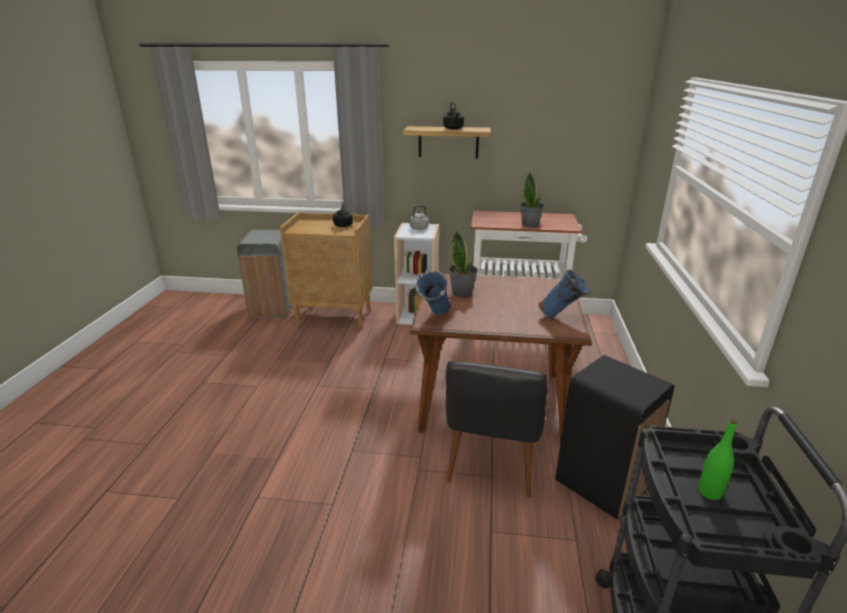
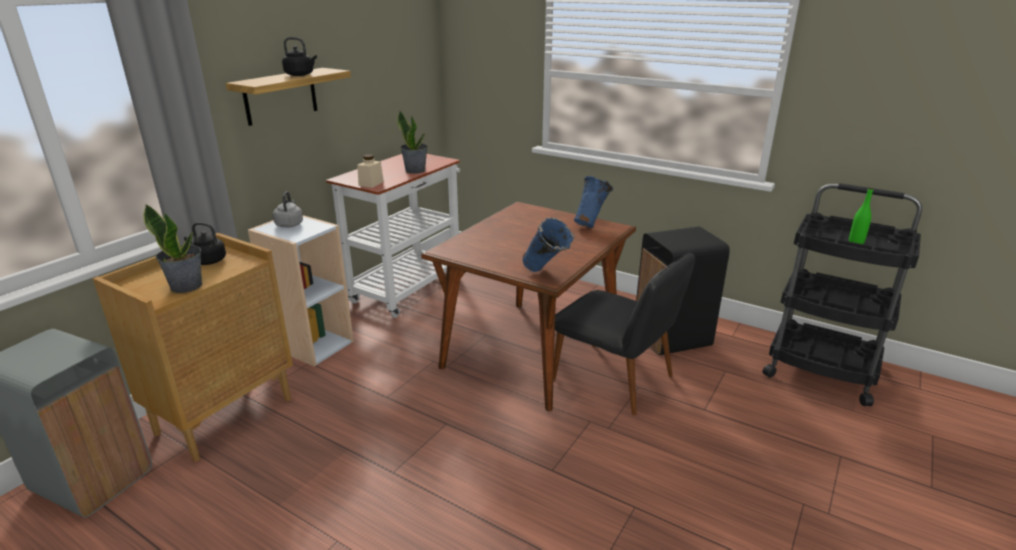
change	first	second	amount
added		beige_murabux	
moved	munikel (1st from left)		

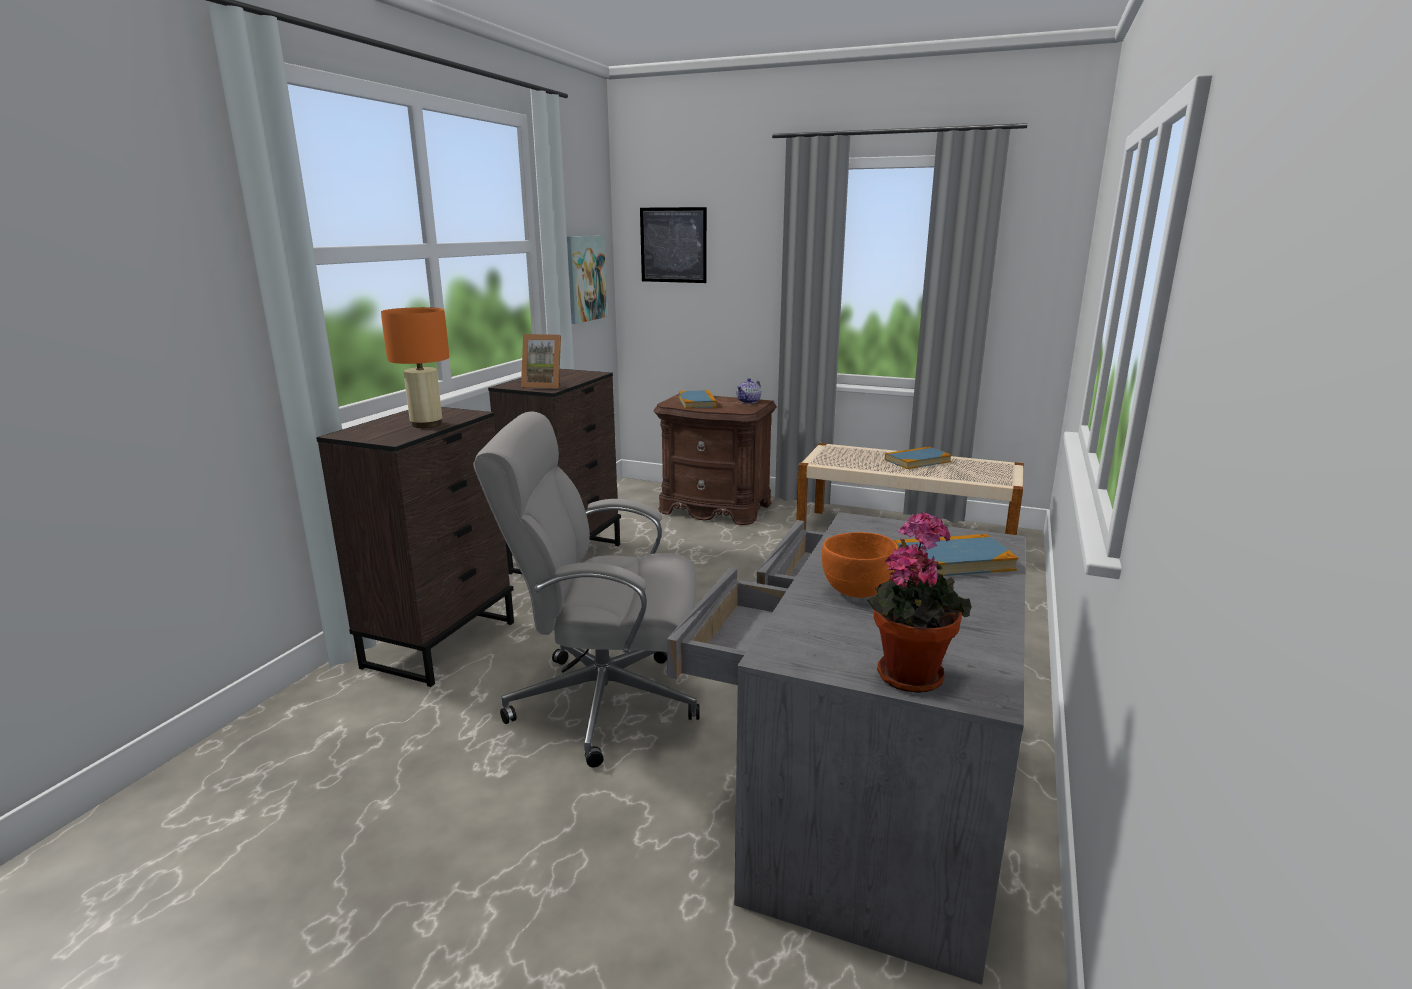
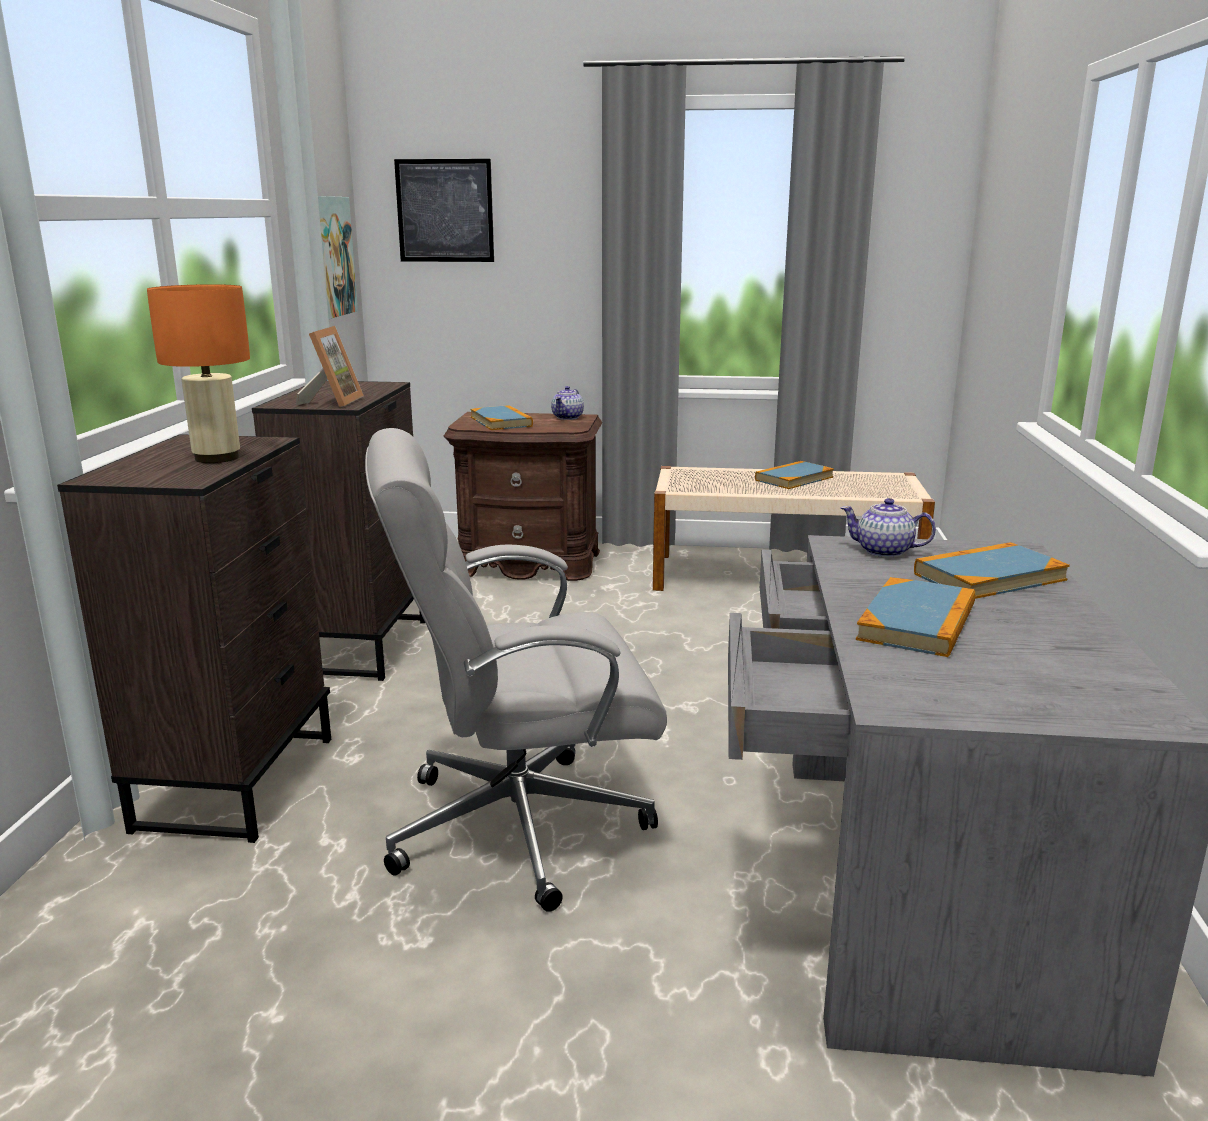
change	first	second	amount
removed	munikel		
added		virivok (2nd from left)	
replaced	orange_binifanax	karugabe (3rd from left)	
turned	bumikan		75 degrees counterclockwise

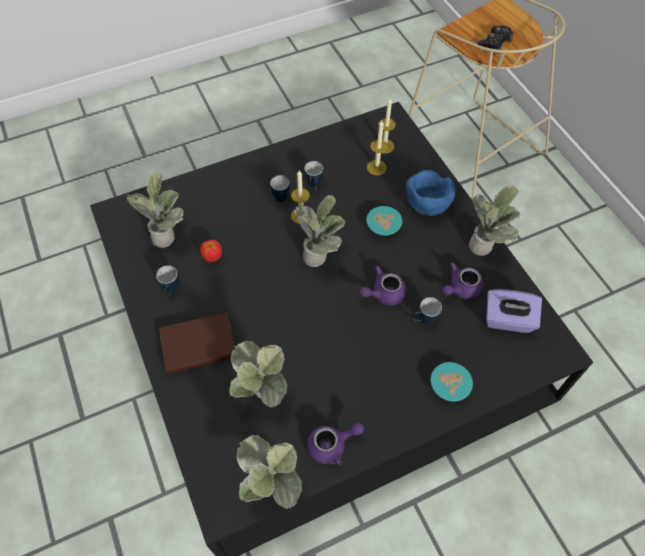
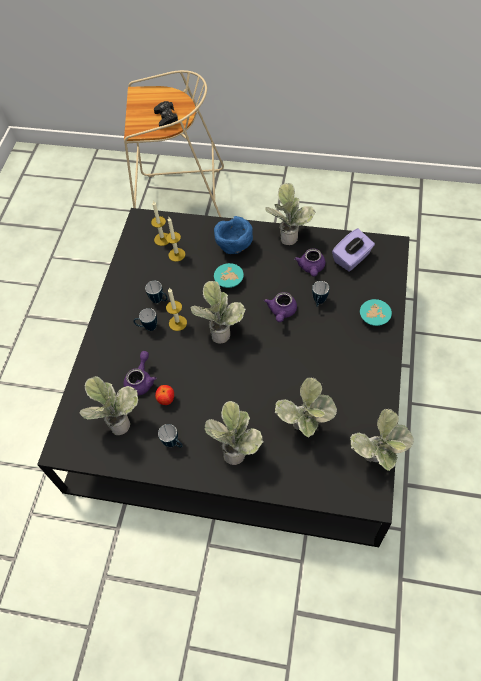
change	first	second	amount
moved	purple_virivok (1st from left)		
replaced	brown_karugabe	munikel (3rd from left)	

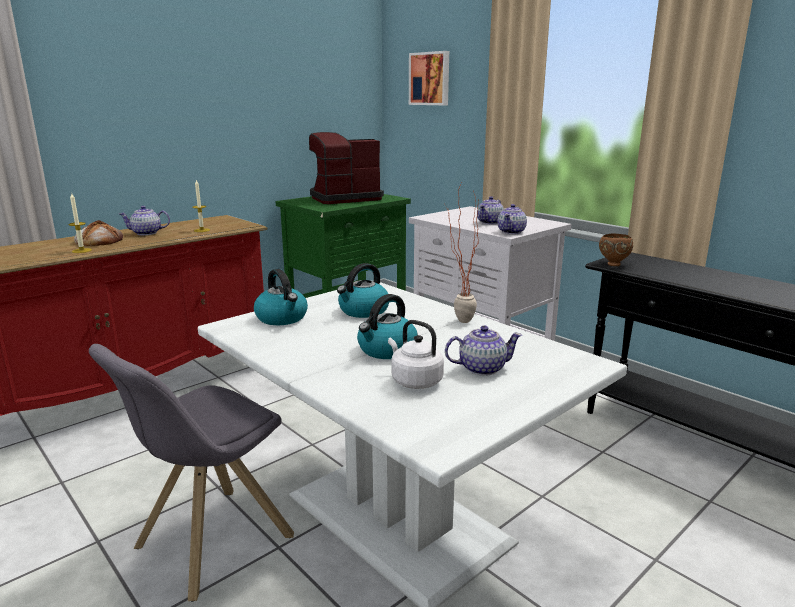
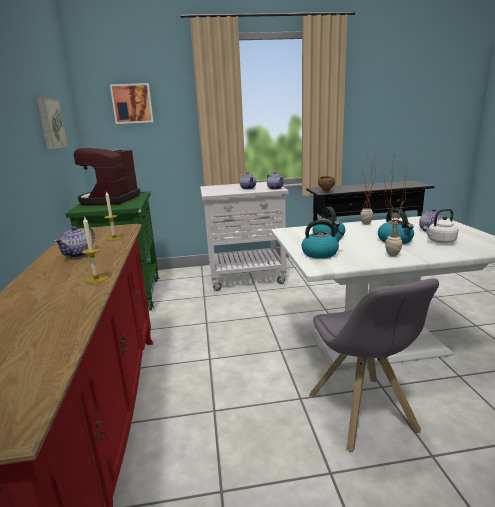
change	first	second	amount
removed	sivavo		
added		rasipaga (1st from left)	
added		munikel (2nd from left)	

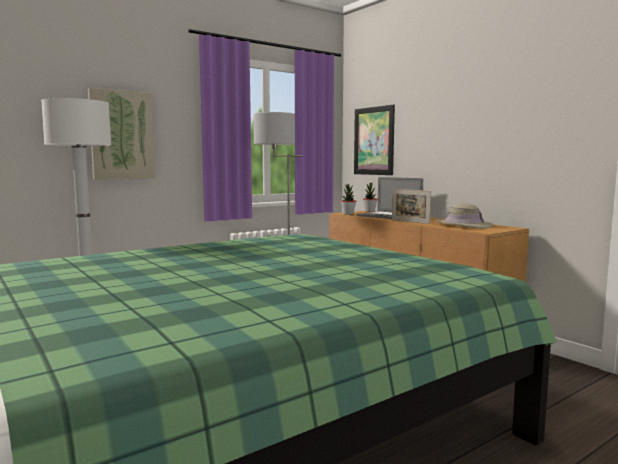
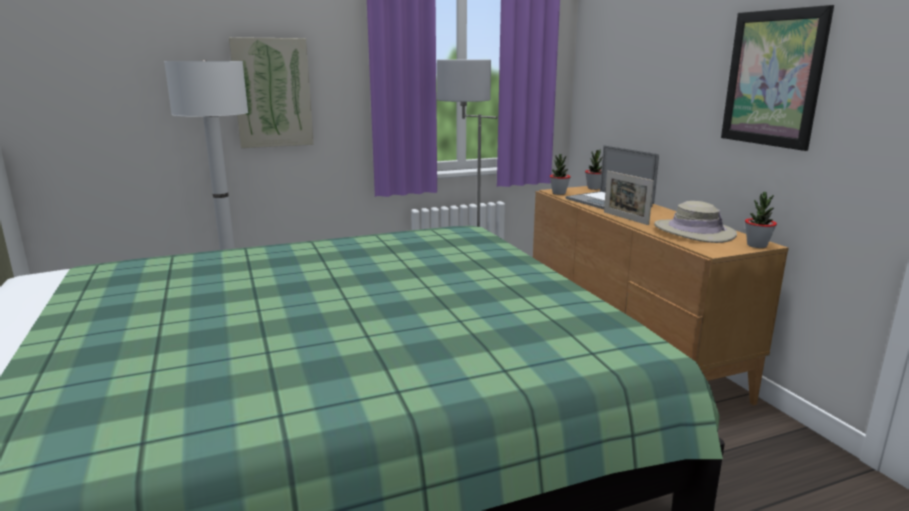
change	first	second	amount
added		munikel (3rd from left)	
moved	rasipaga (2nd from left)		

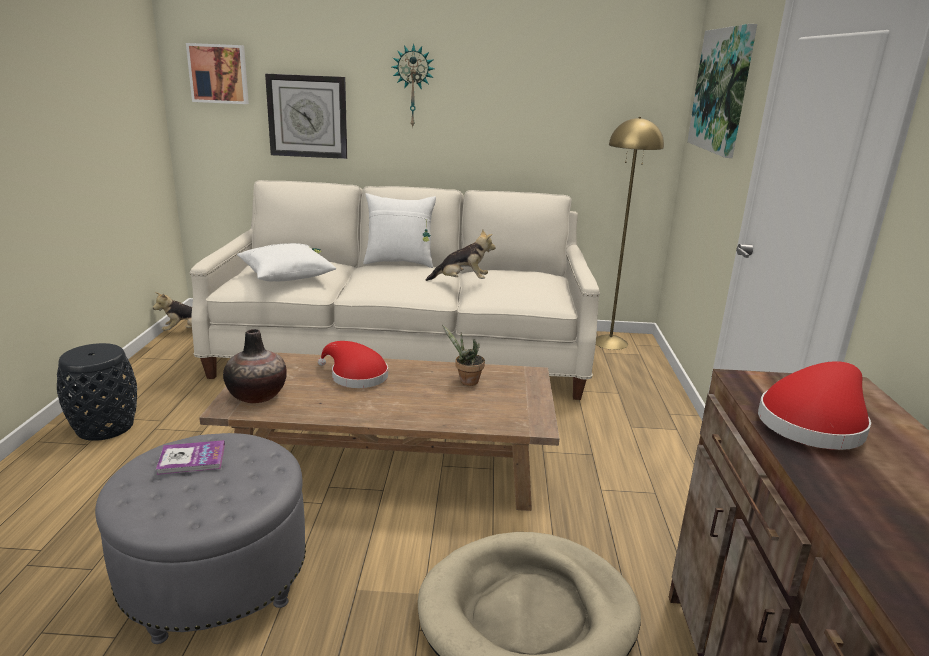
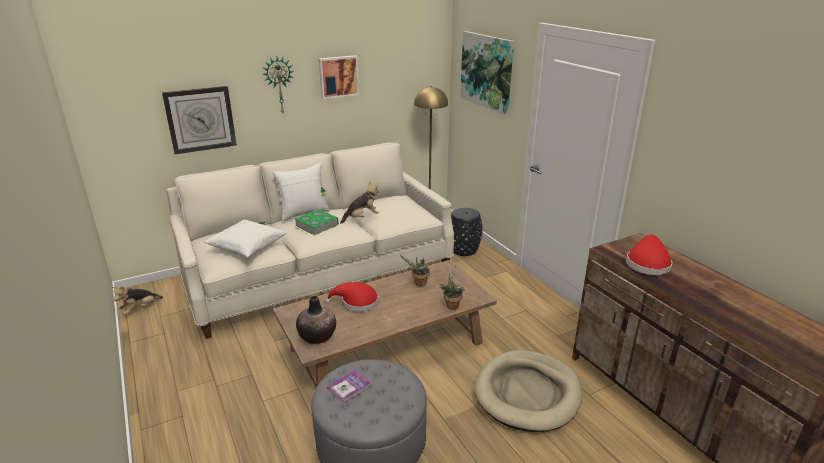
change	first	second	amount
added		karugabe (1st from left)	
added		munikel (2nd from left)	
moved	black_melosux		
moved	rasipaga (1st from left)		

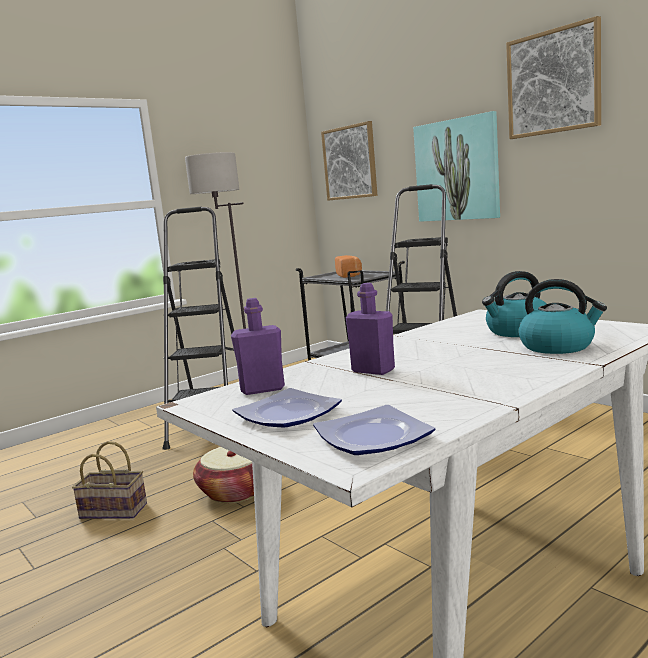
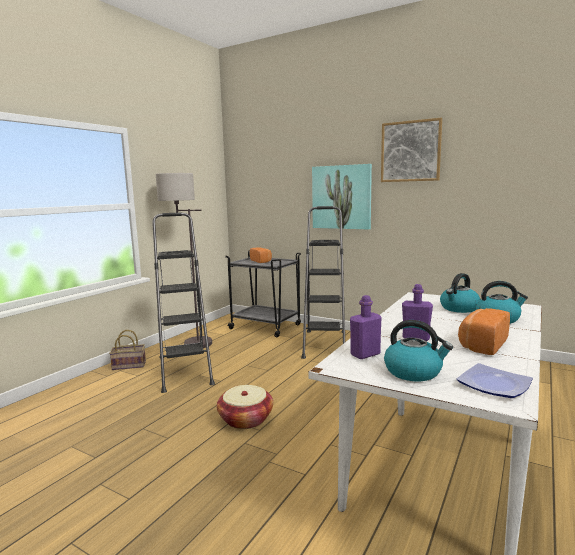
change	first	second	amount
removed	rasipaga (1st from left)		
added		sivavo (2nd from left)	
moved	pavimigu (1st from left)		
replaced	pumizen (1st from left)	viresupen (1st from left)	

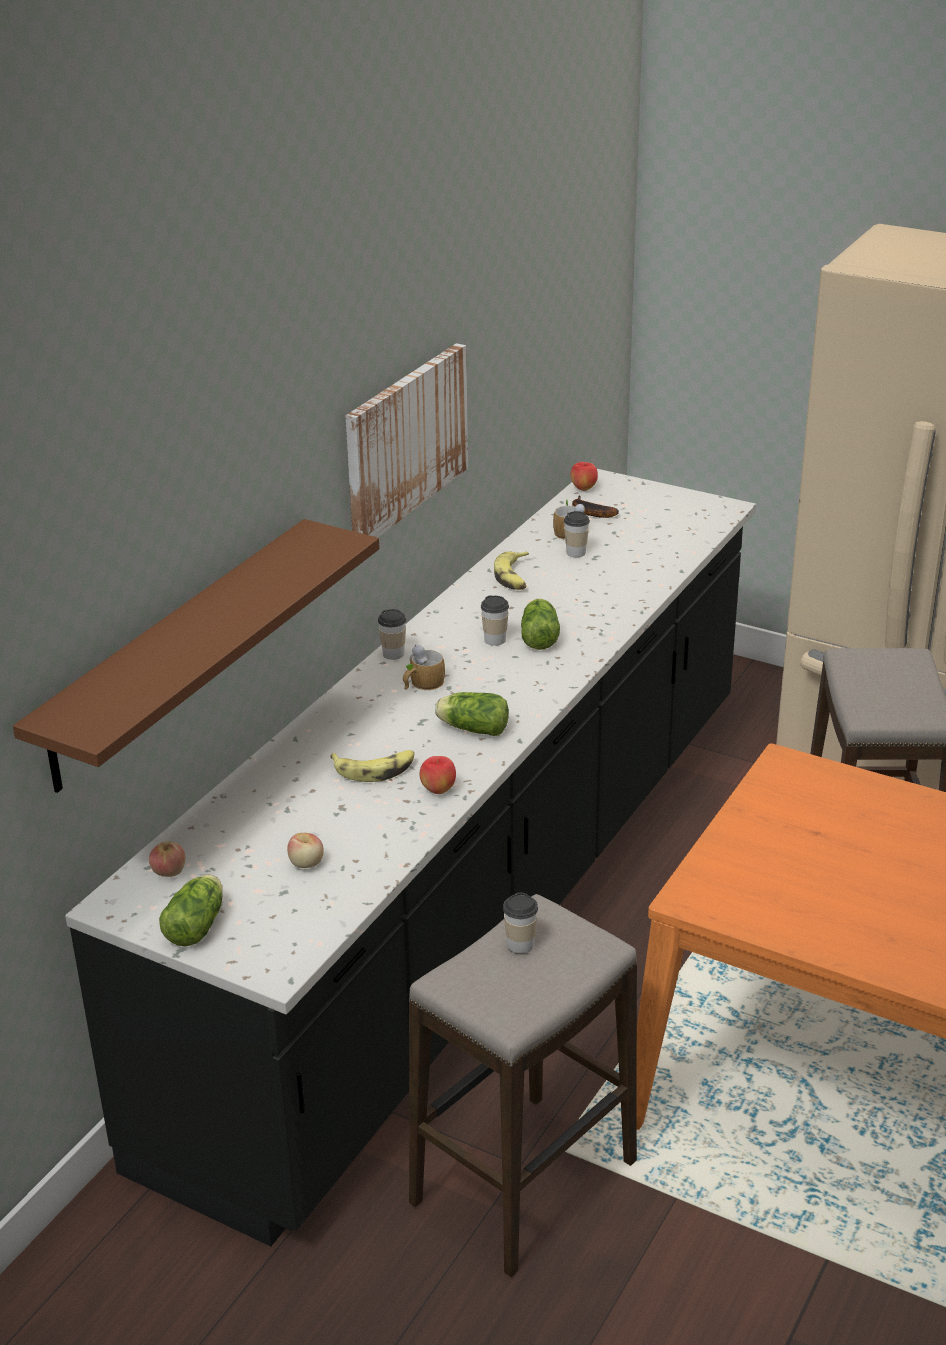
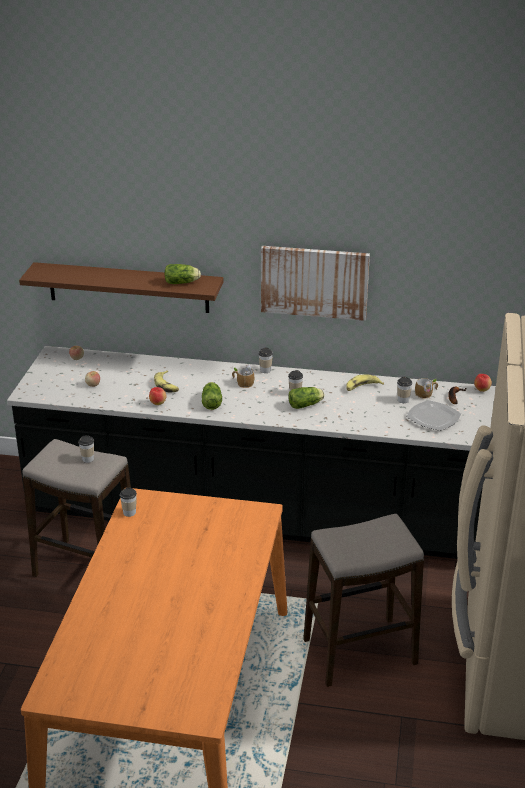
change	first	second	amount
added		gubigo (2nd from left)	
added		pumizen	
moved	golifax (1st from left)		

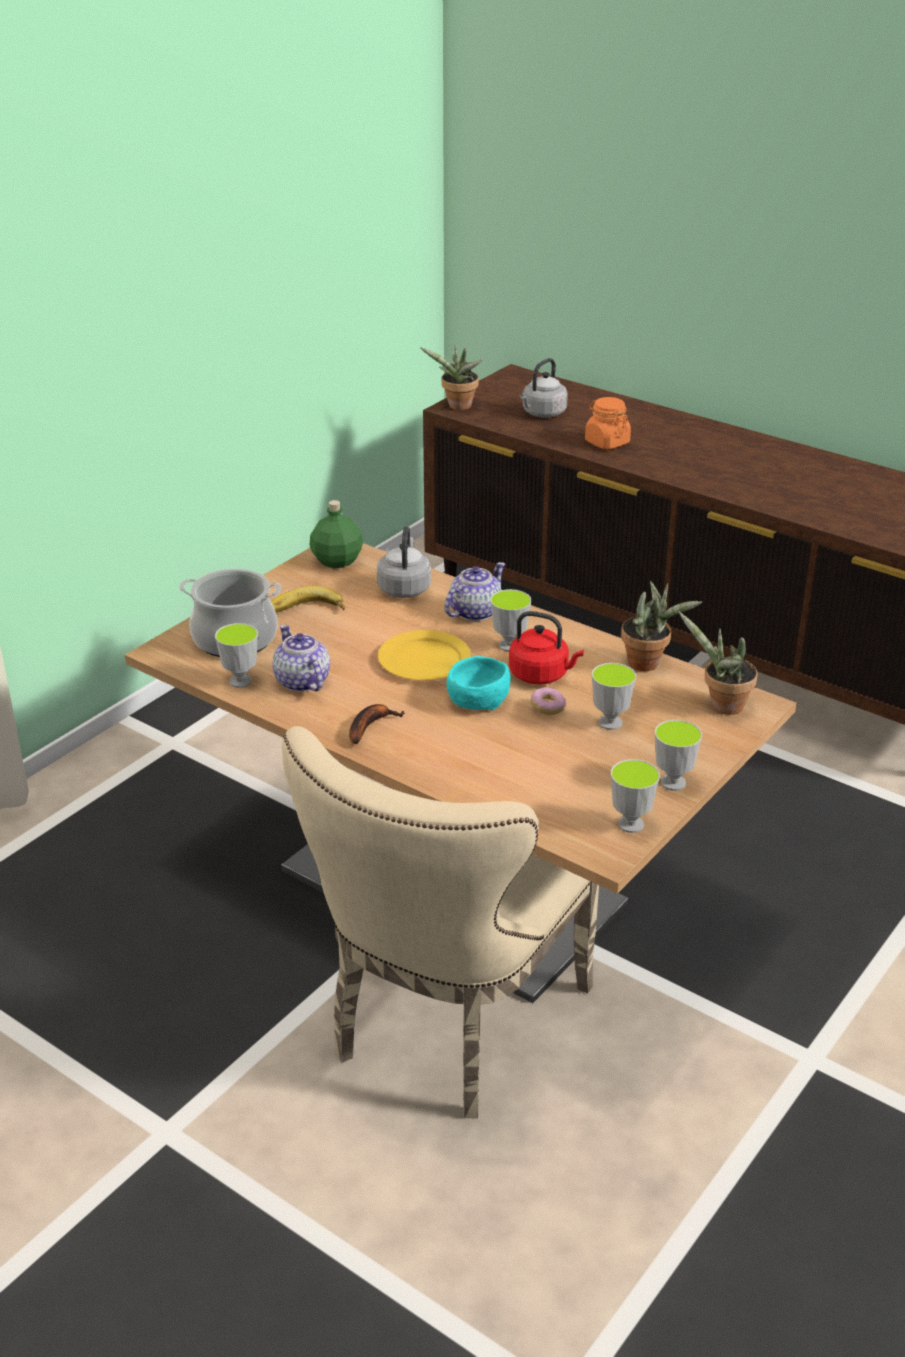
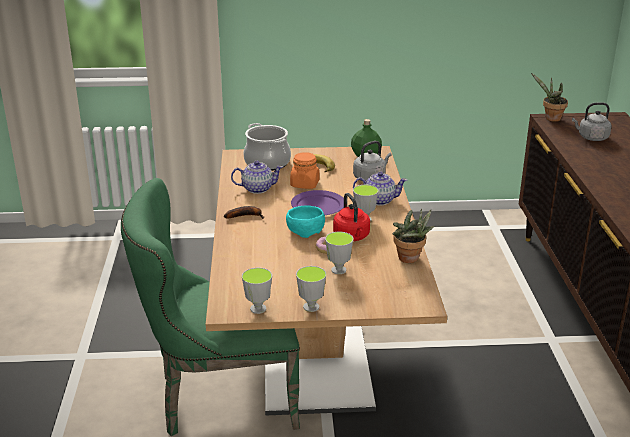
change	first	second	amount
removed	gubigo (1st from left)		
removed	munikel (3rd from left)		
moved	orange_murabux		
recoloured	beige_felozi	green_felozi	
recoloured	yellow_pumizen	purple_pumizen	
turned	virivok (1st from left)		60 degrees clockwise

